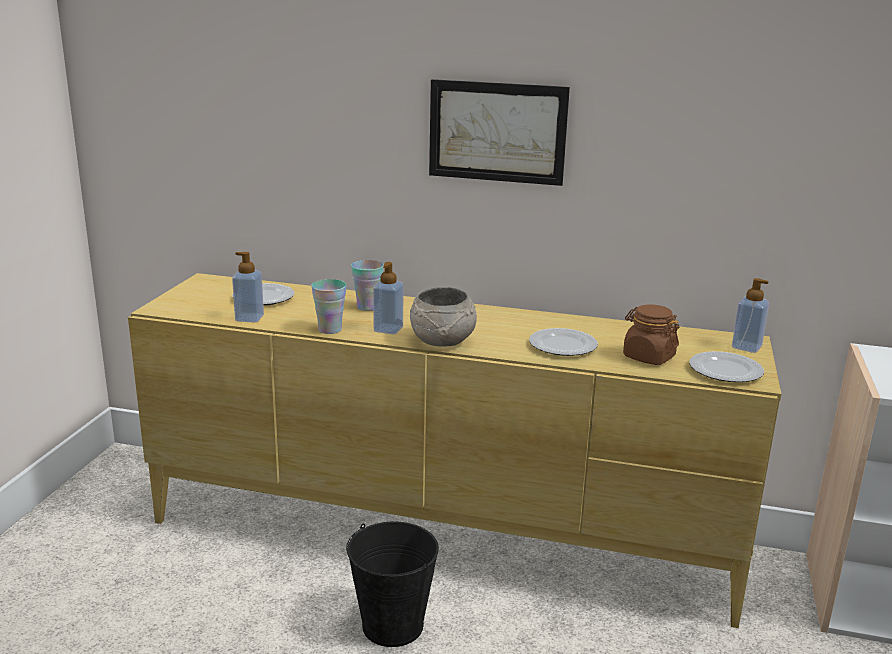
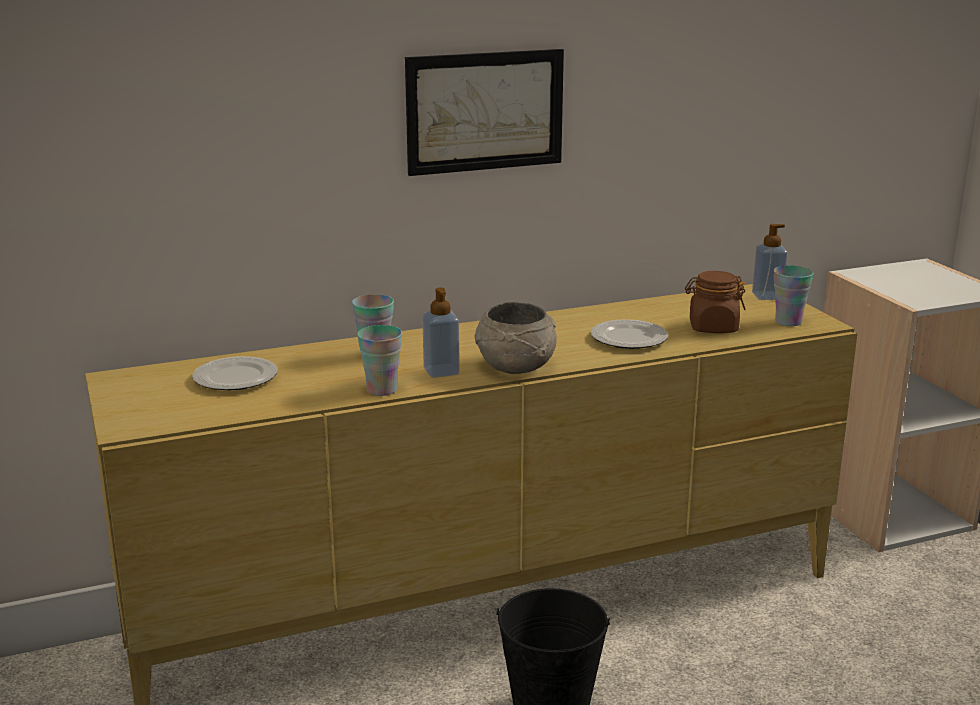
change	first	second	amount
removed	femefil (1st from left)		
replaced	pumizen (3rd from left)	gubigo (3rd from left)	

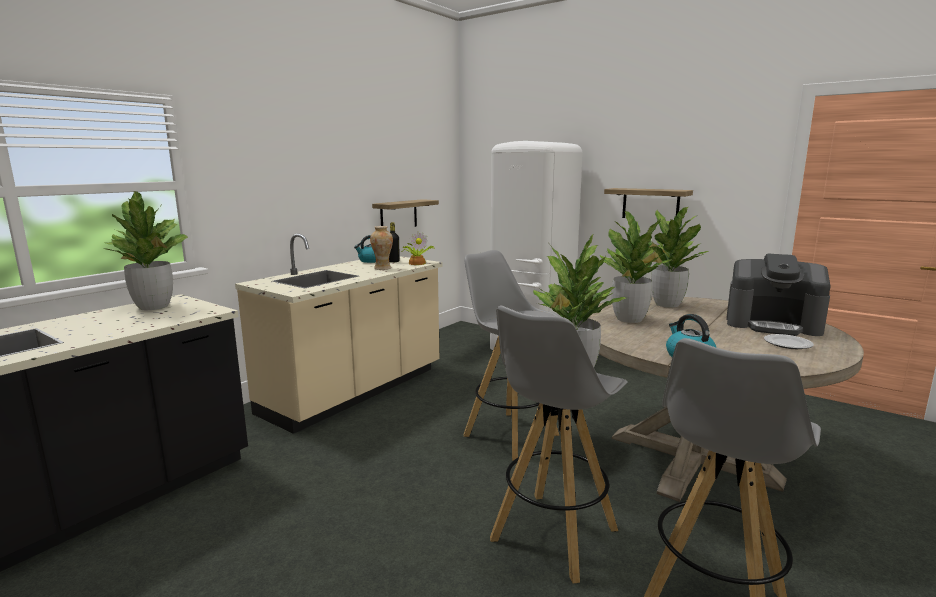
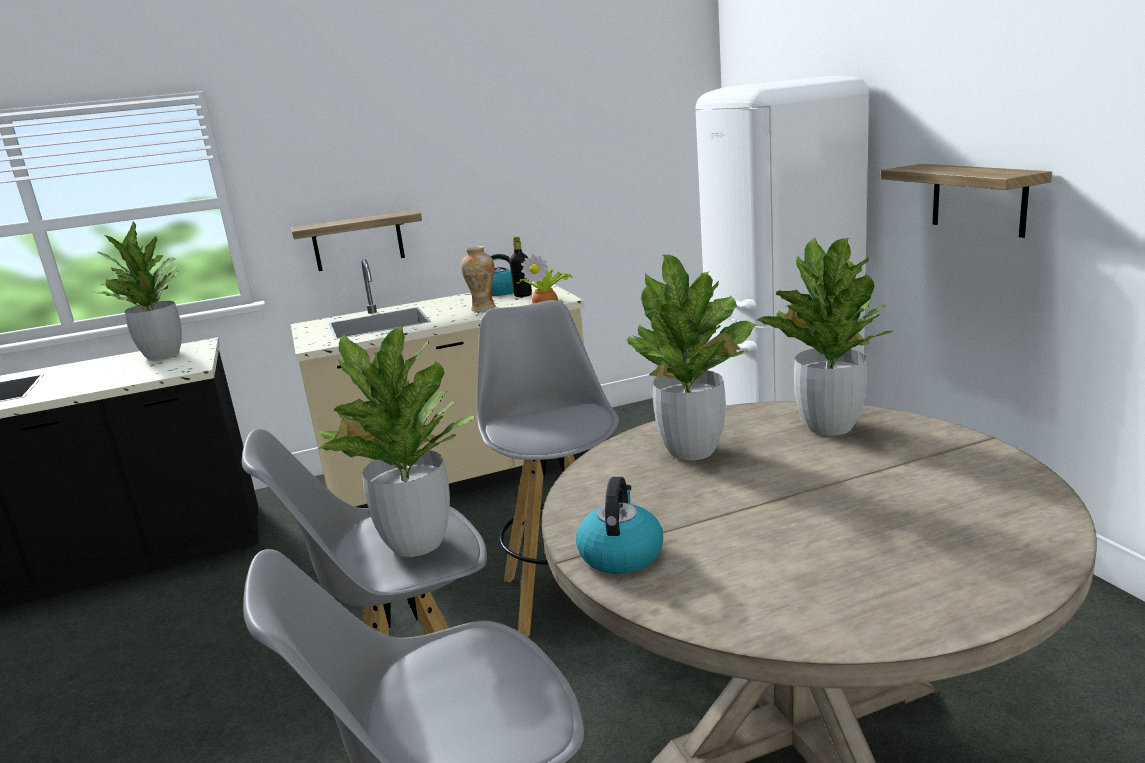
change	first	second	amount
removed	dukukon		
removed	pumizen		
moved	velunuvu (1st from left)		

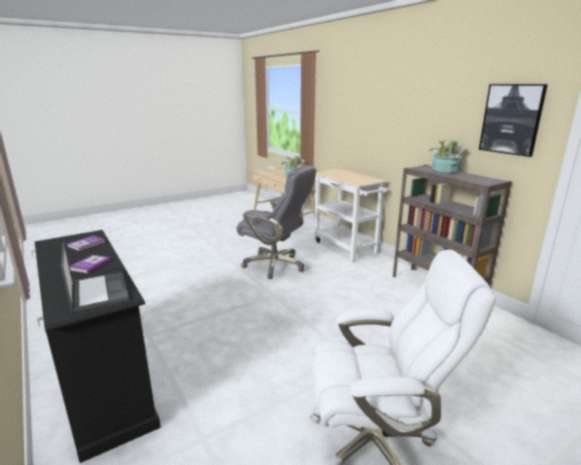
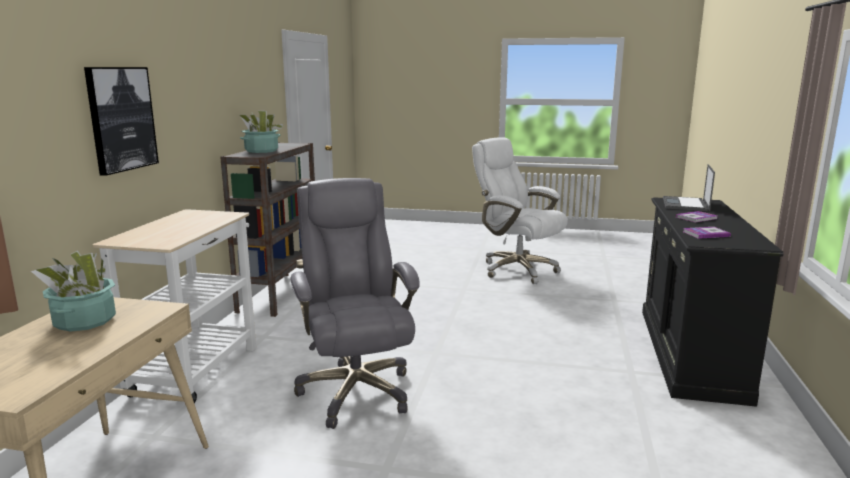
change	first	second	amount
moved	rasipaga		

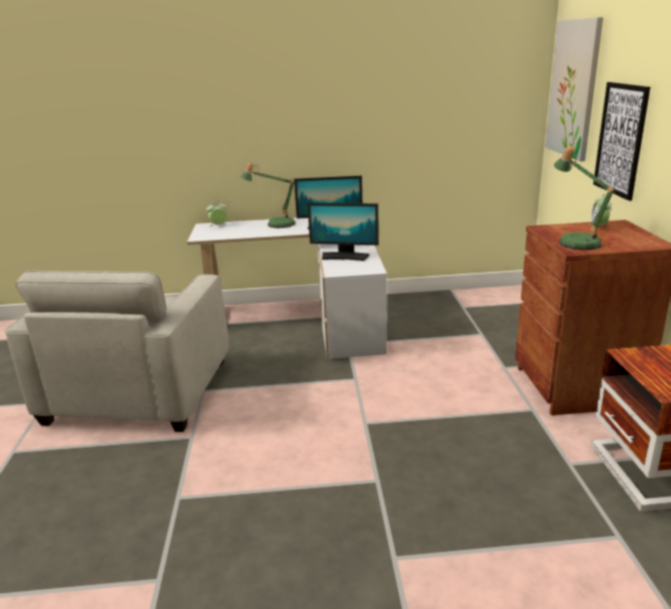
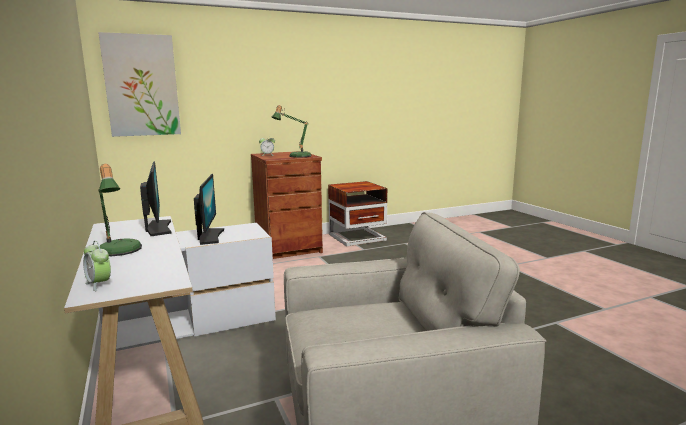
change	first	second	amount
removed	rasipaga (2nd from left)		

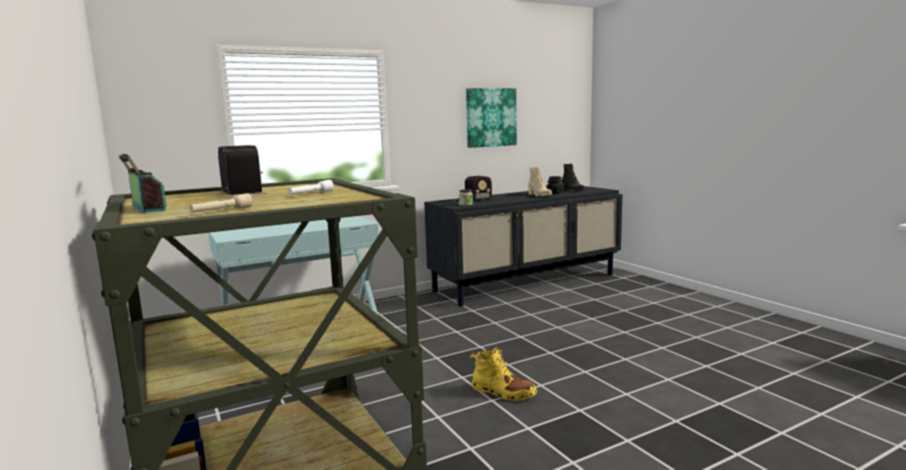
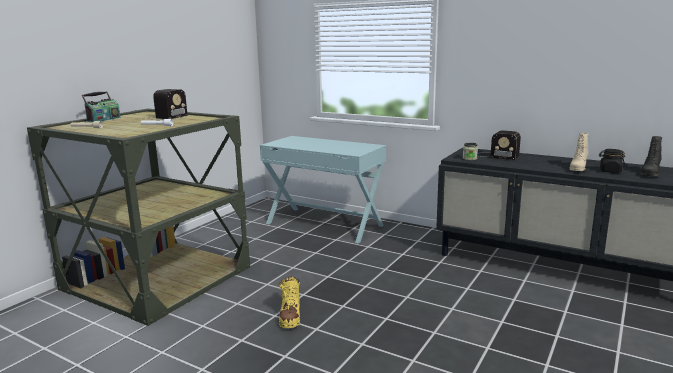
change	first	second	amount
removed	rasipaga		

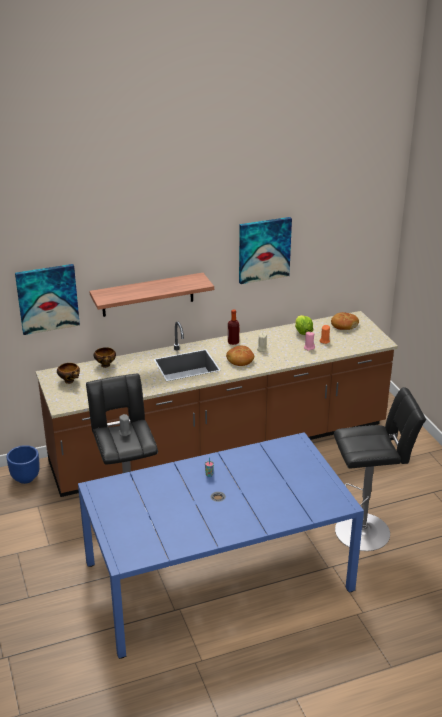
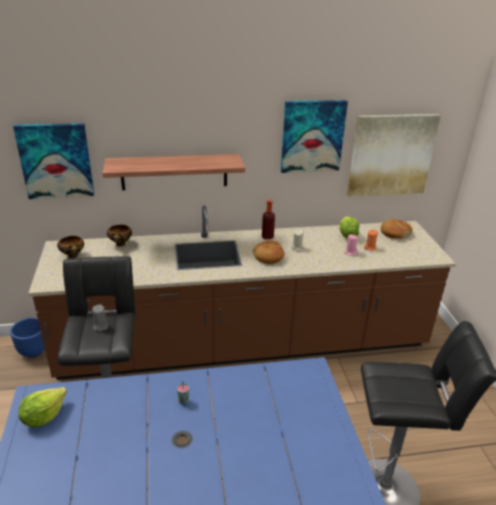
change	first	second	amount
added		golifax (1st from left)	
added		rasipaga (3rd from left)	

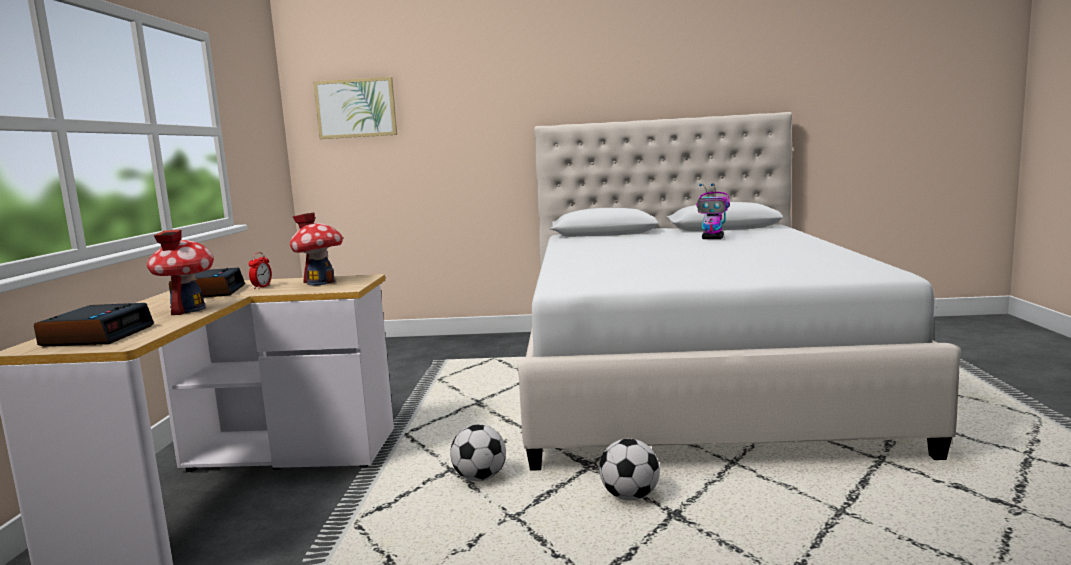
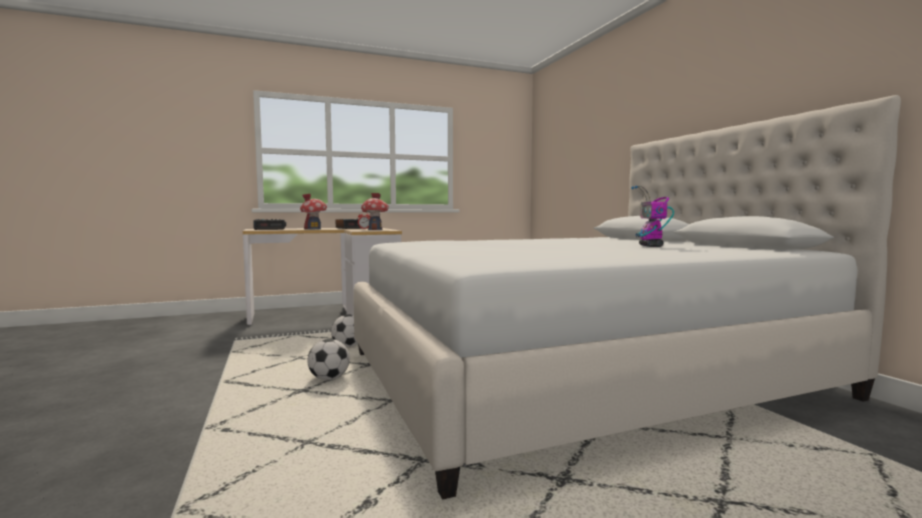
change	first	second	amount
removed	rasipaga		

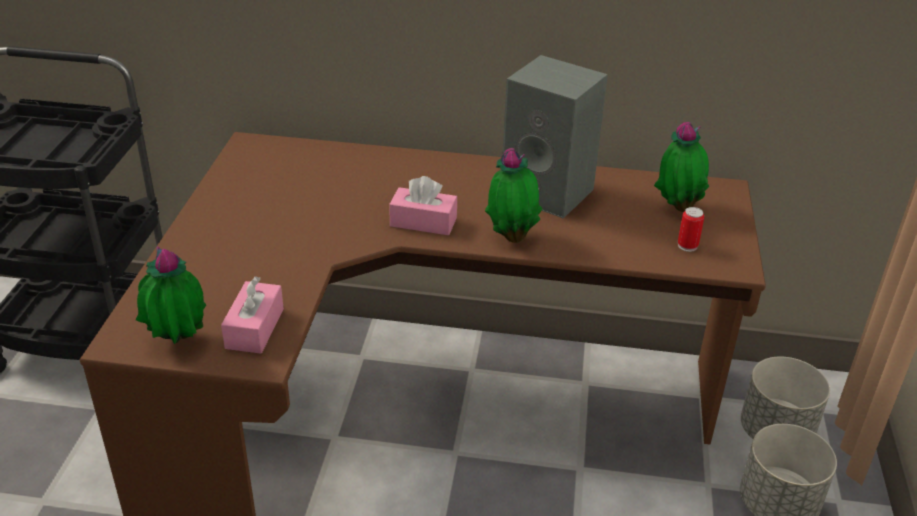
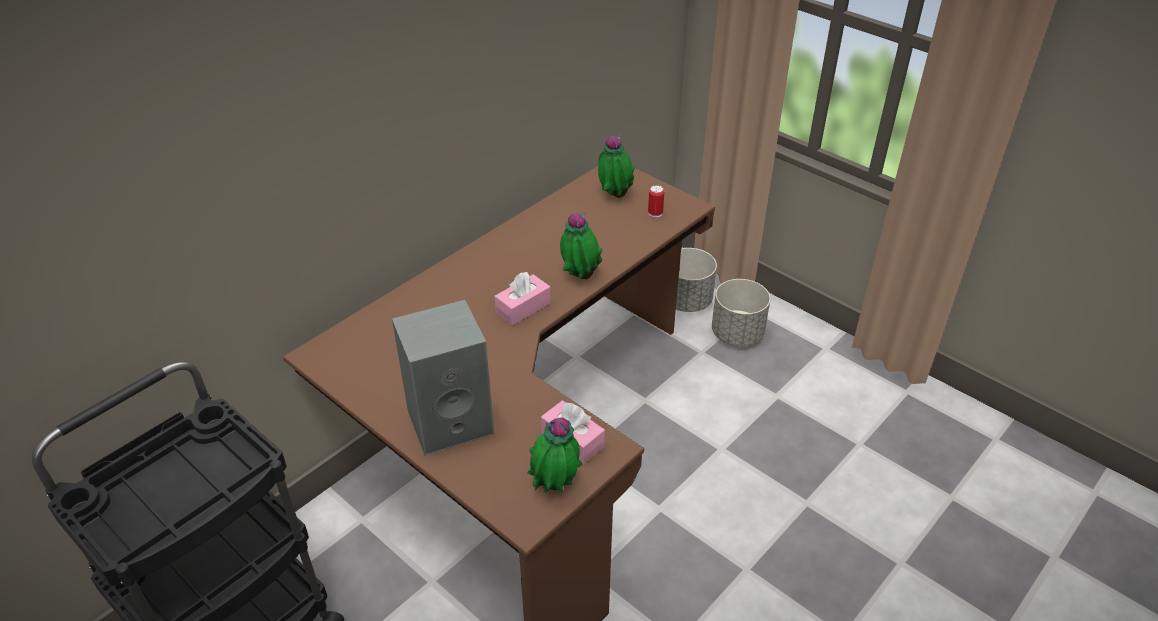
change	first	second	amount
moved	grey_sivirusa		

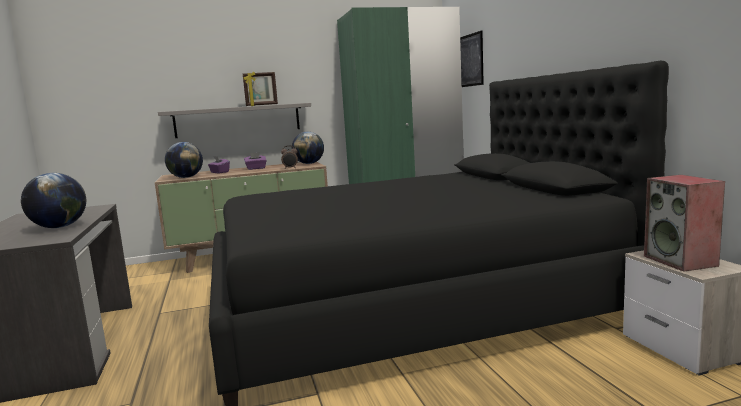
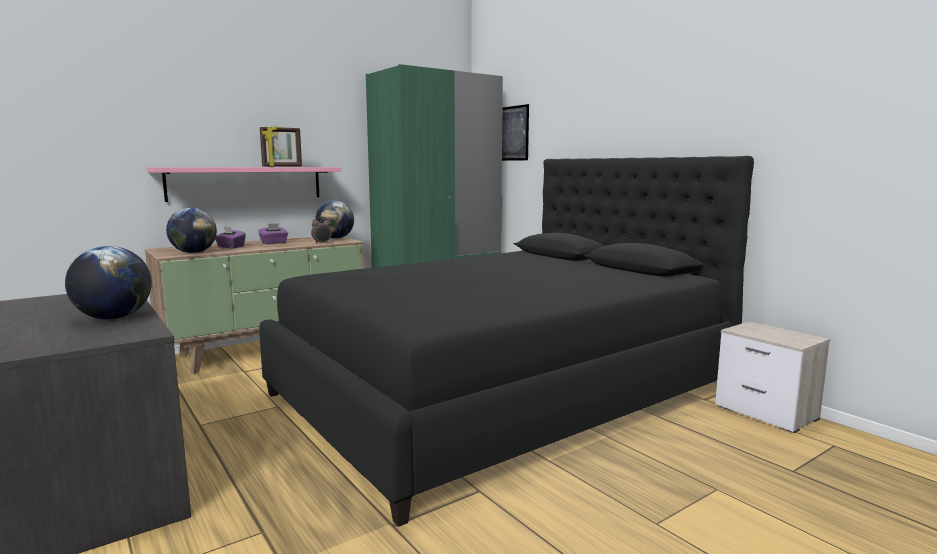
change	first	second	amount
removed	sivirusa		
recoloured	grey_velunuvu	pink_velunuvu	

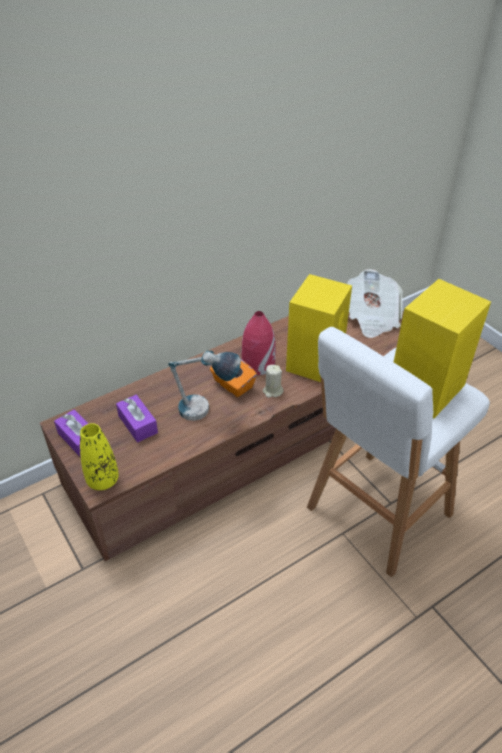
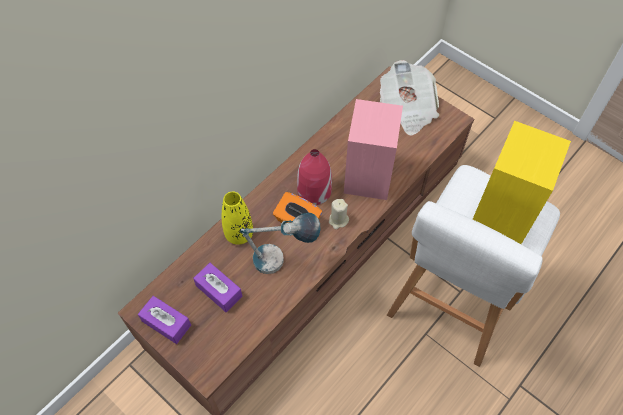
change	first	second	amount
moved	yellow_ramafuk		
recoloured	yellow_sivirusa (1st from left)	pink_sivirusa	

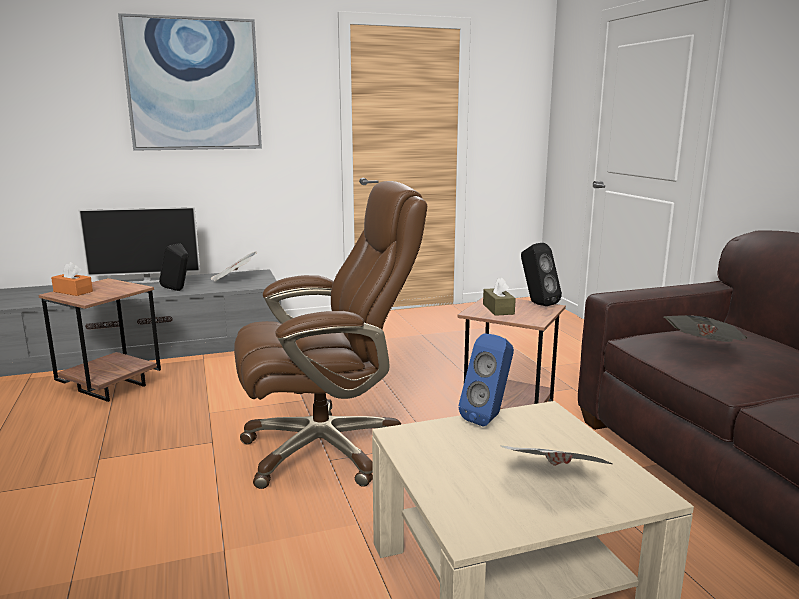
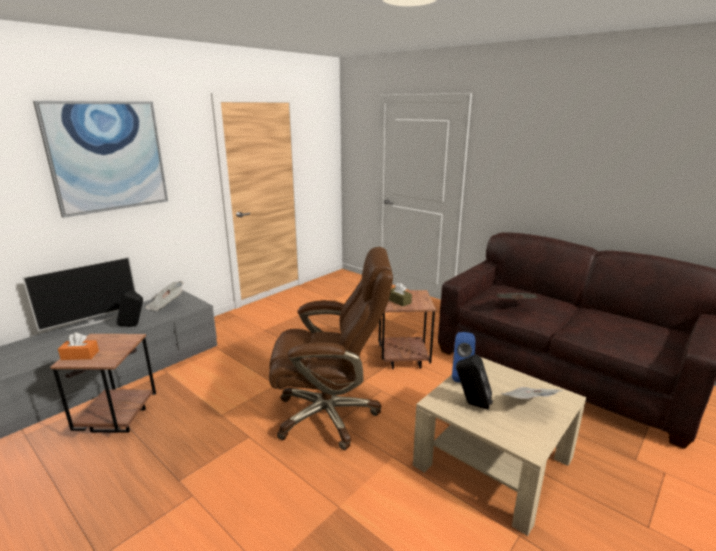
change	first	second	amount
moved	black_sivirusa (2nd from left)		
turned	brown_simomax		45 degrees clockwise

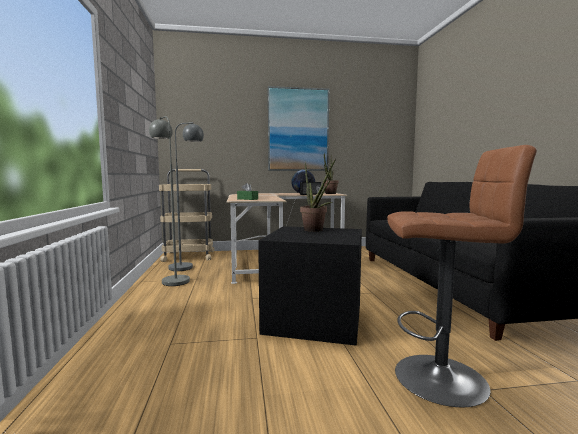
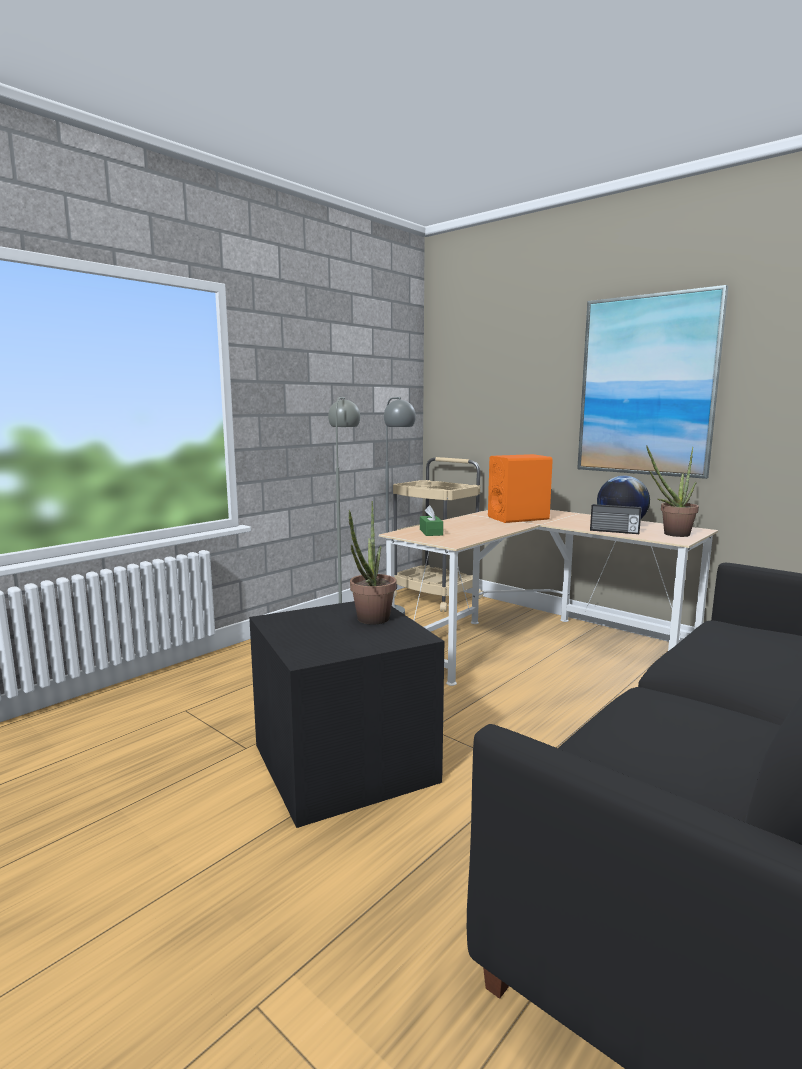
change	first	second	amount
removed	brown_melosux		
added		orange_sivirusa	

